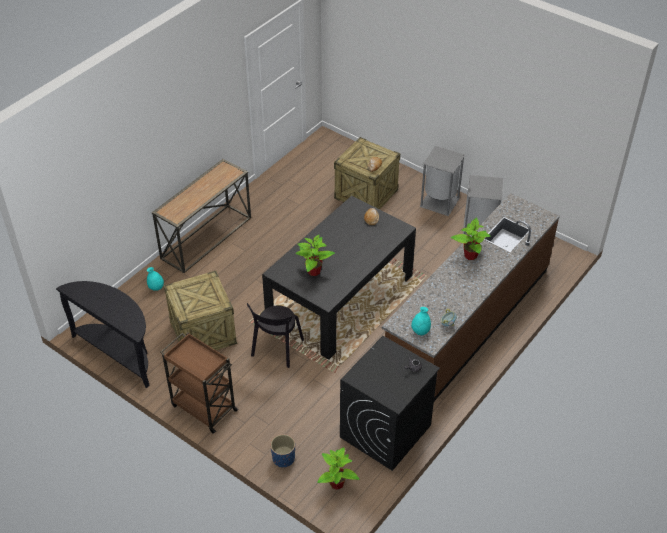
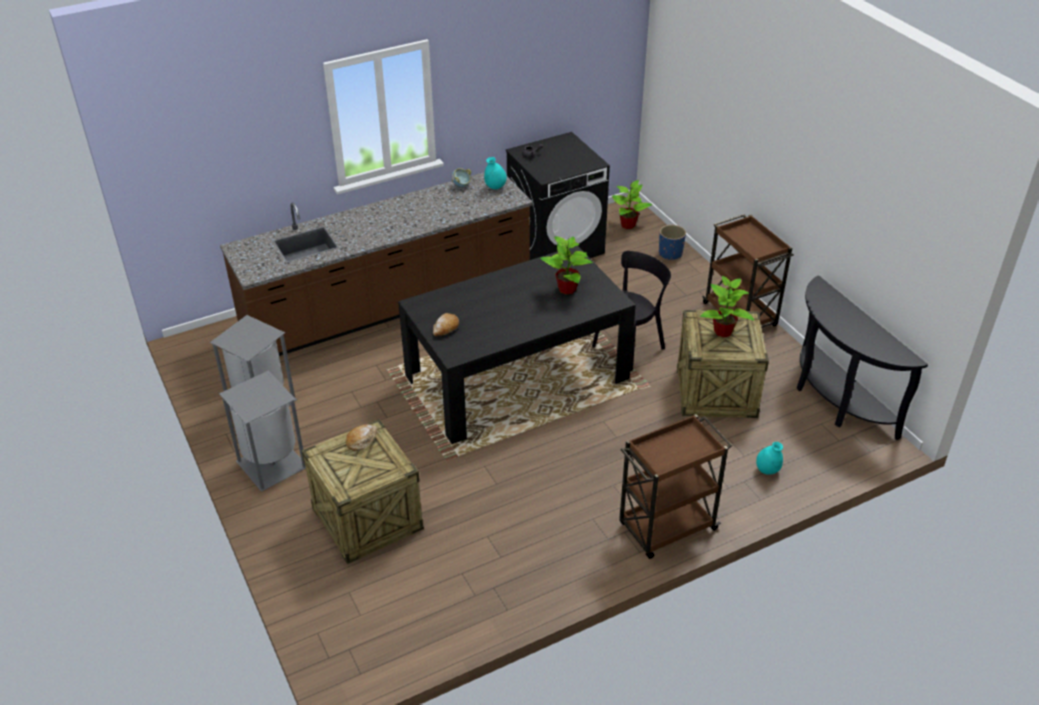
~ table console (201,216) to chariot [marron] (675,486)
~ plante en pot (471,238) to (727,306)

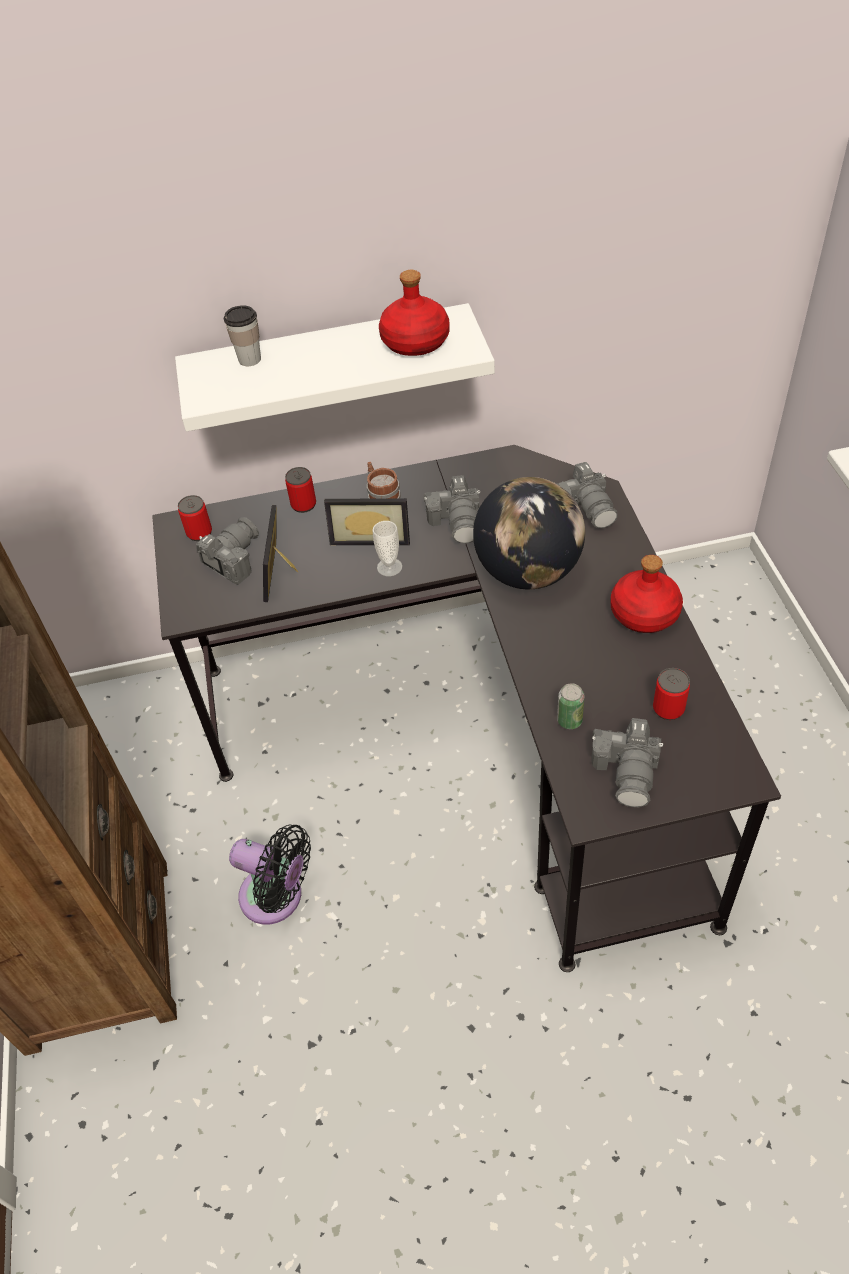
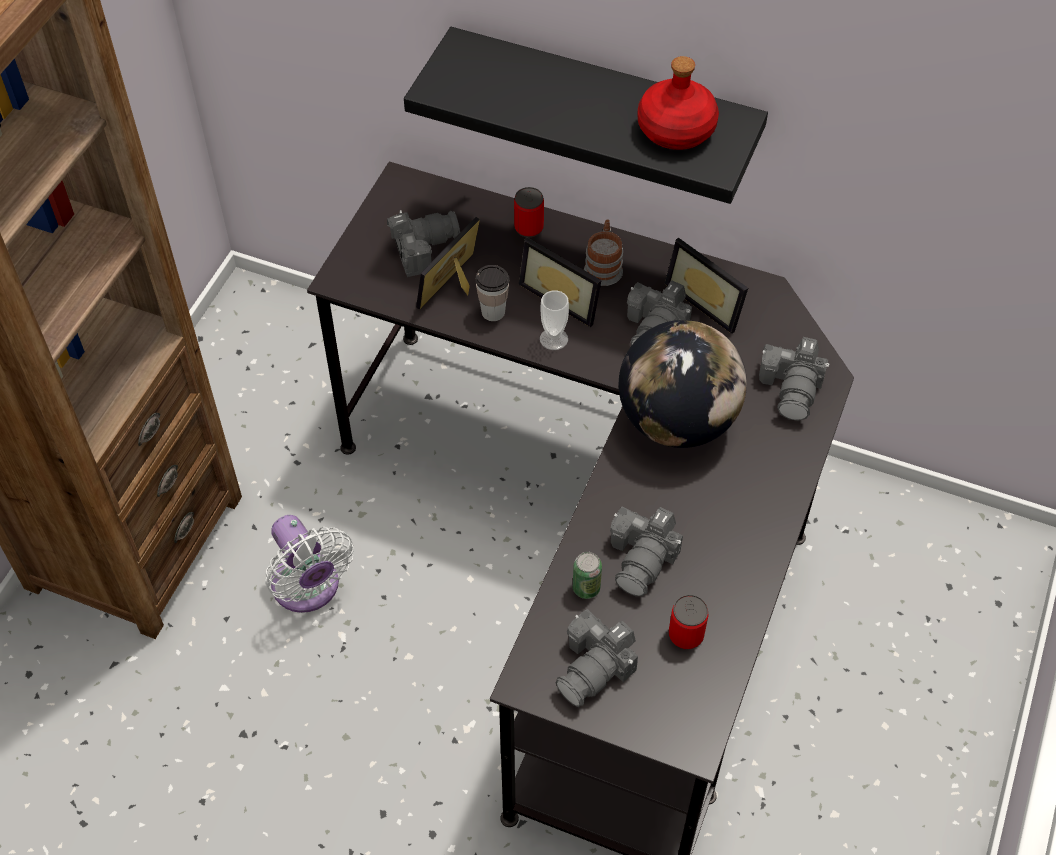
~ étagère [blanc] (335,367) to étagère [noir] (586,115)
~ tasse (242,335) to (492,293)
- boîte métallique (195,518)
- bouteille [rouge] (647,594)
~ ventilateur [noir] (270,874) to ventilateur [blanc] (310,564)
+ cadre photo (706,286)
+ appareil photo (646,551)

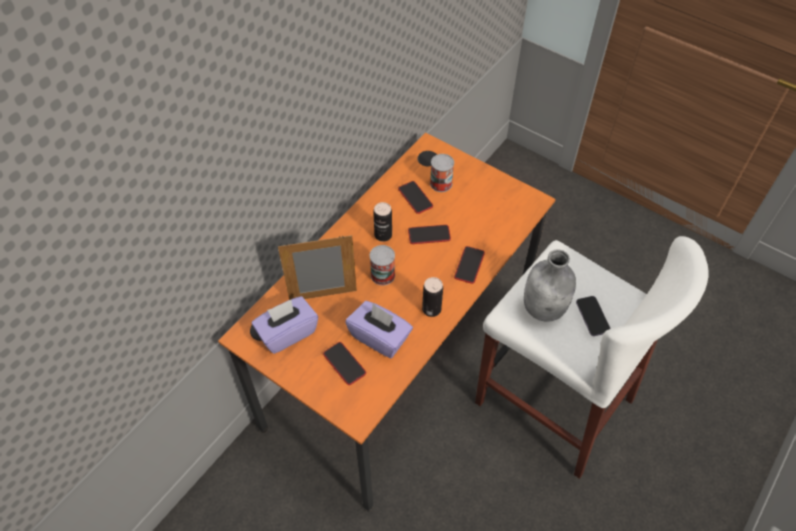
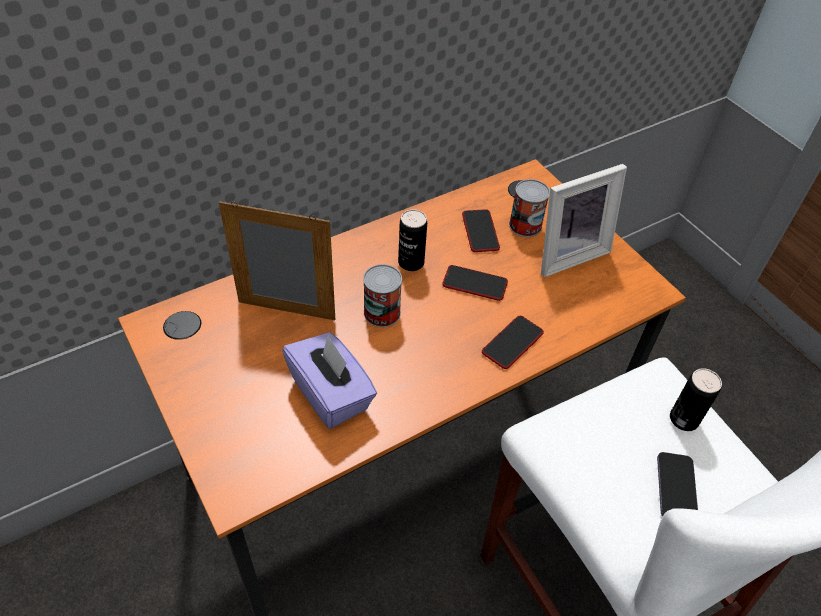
- bouteille [gris] (550,285)
~ boîte métallique (432,297) to (696,399)
- boîte à mouchoirs [violet] (285,325)
- téléphone (344,363)
+ cadre photo (584,220)

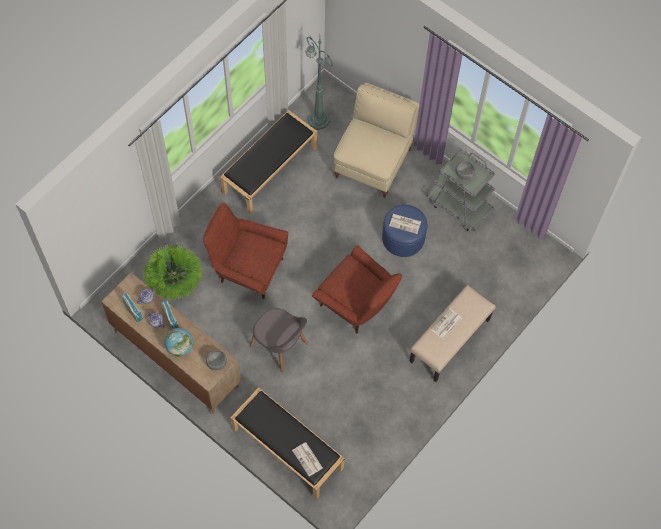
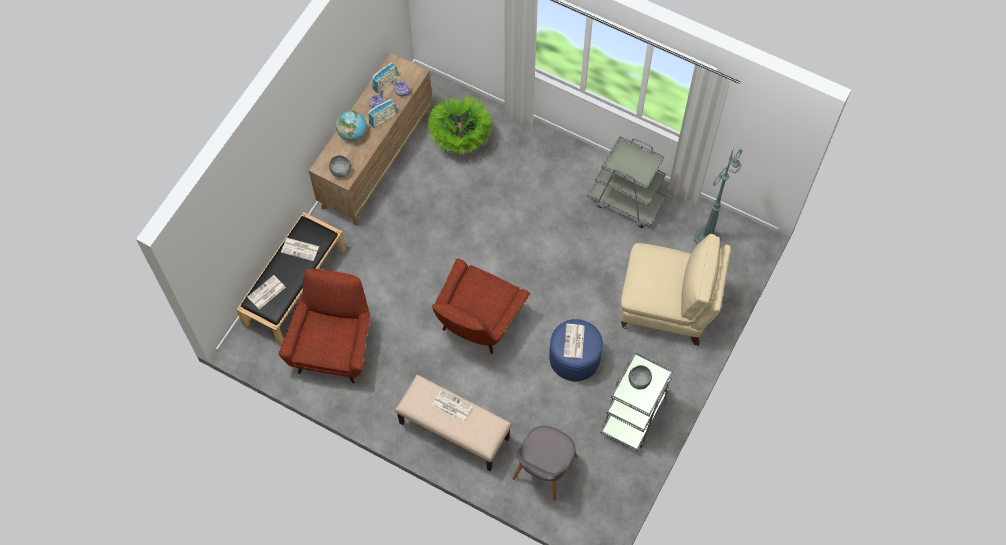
~ banc [noir] (268,162) to chariot [gris] (627,182)
~ fauteuil [rouge] (245,251) to (324,326)
~ chaise [gris] (279,340) to (545,463)
+ journal (300,249)

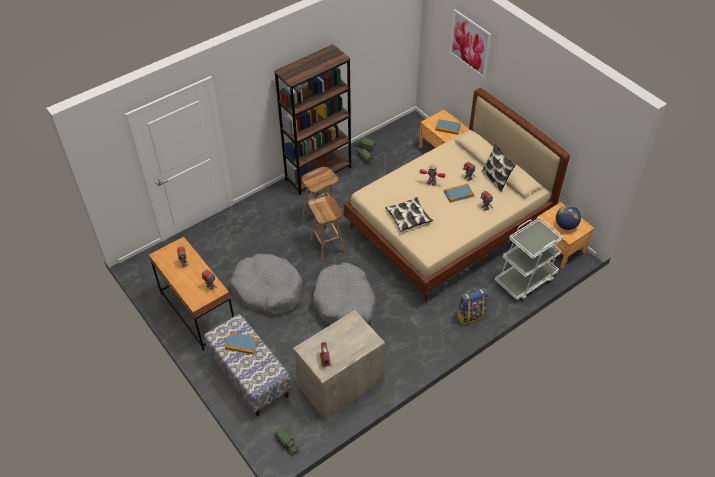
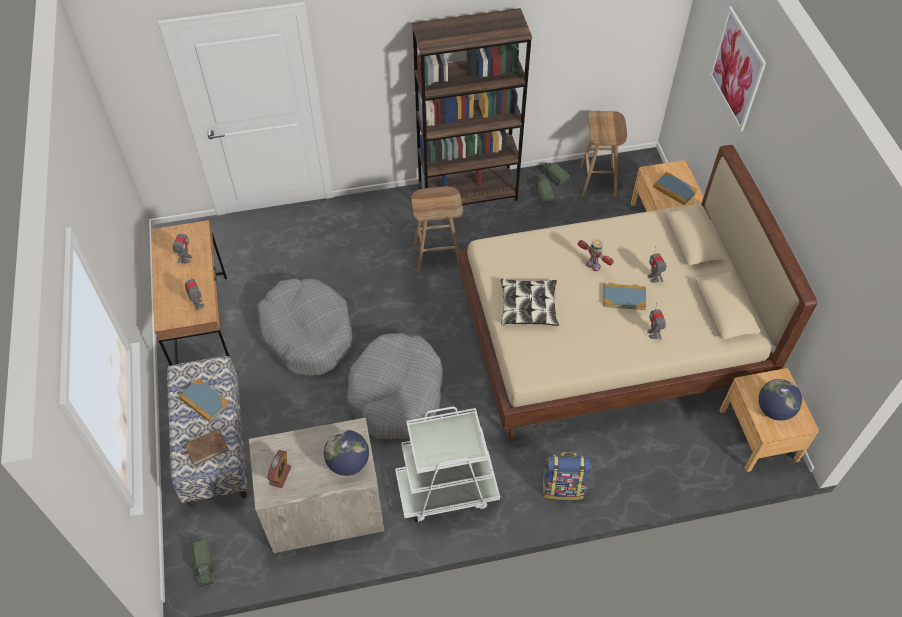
- coussin (499,168)
~ tabouret [marron] (326,228) to (603,154)
~ chariot [blanc] (529,259) to (447,464)
+ livre [marron] (204,447)
+ globe (346,453)

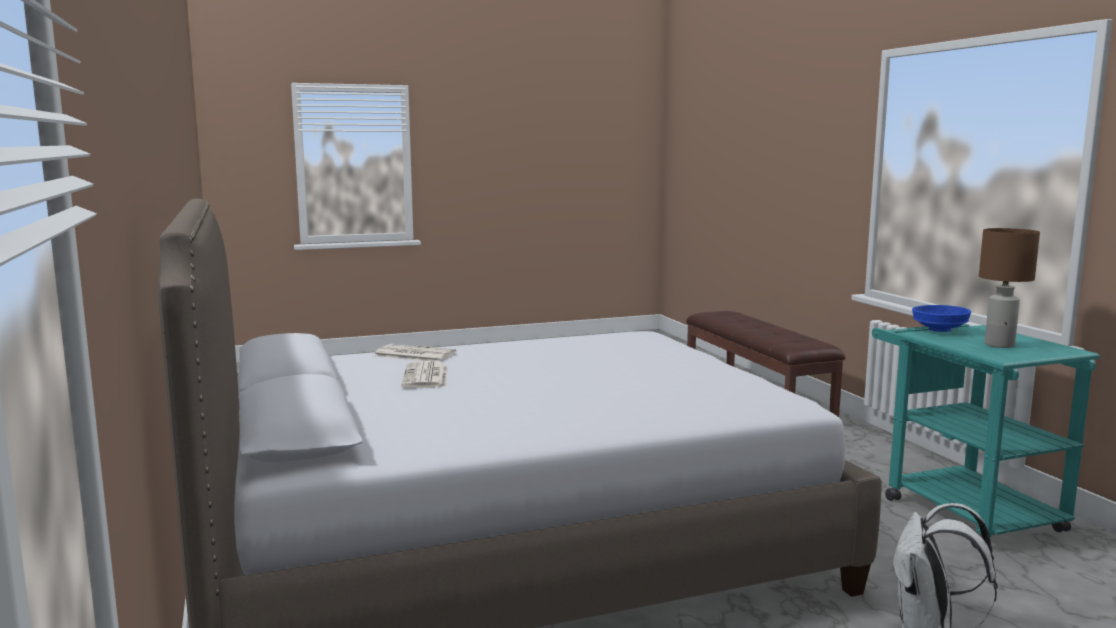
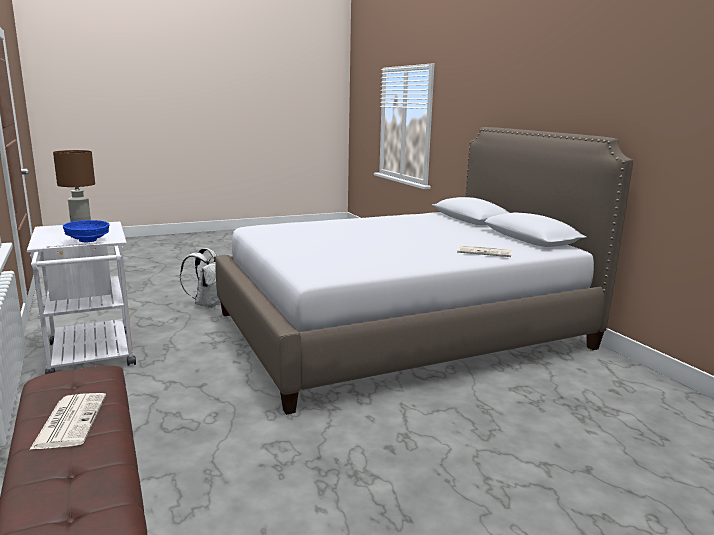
~ chariot [turquoise] (986,436) to chariot [blanc] (81,298)
~ journal (424,374) to (67,421)

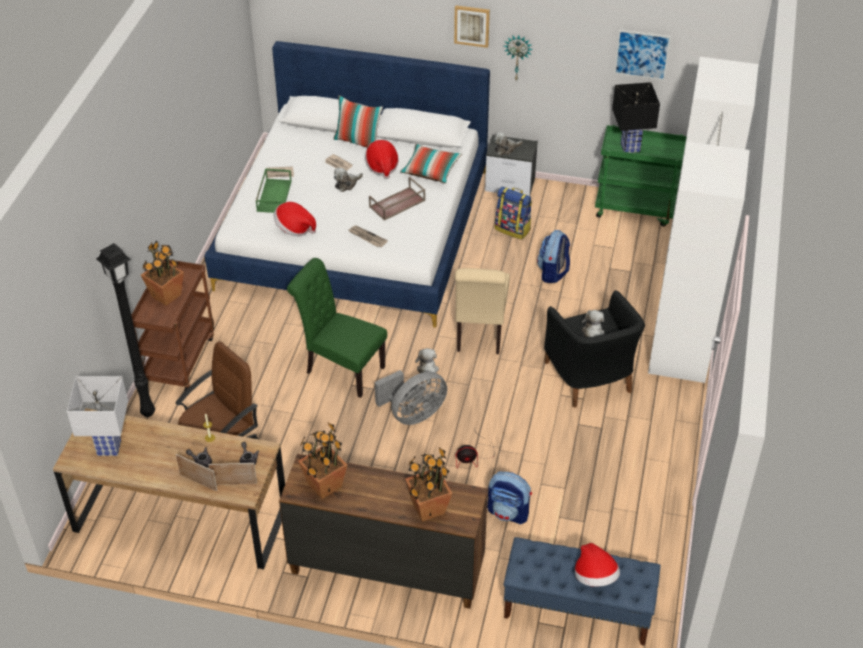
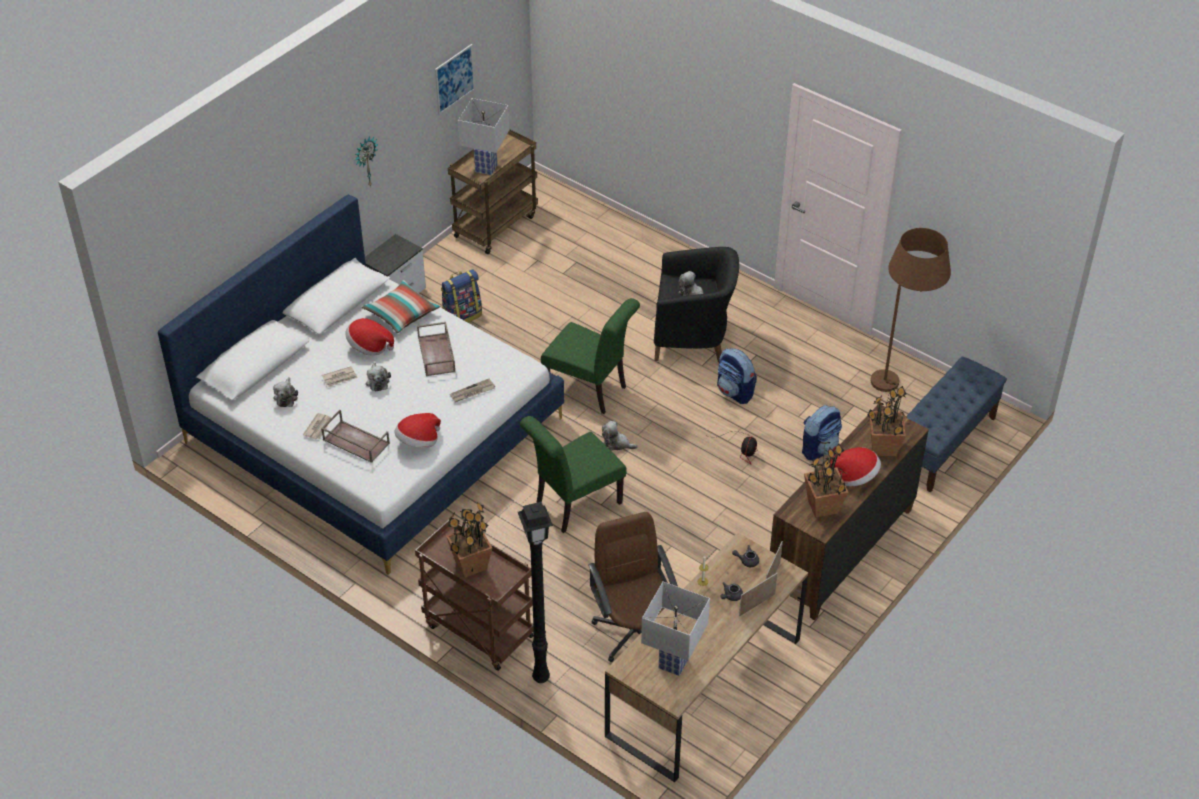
- tableau (472,26)
- armoire [blanc] (703,220)
~ lampe de table [noir] (636,117) to lampe de table [blanc] (483,136)
- coussin (358,121)
~ chariot [vert] (641,176) to chariot [marron] (493,191)
~ peluche (508,143) to (285,392)
~ plateau [vert] (274,190) to plateau [marron] (355,436)
~ sac à dos (553,256) to (737,376)
~ chaise [beige] (482,311) to chaise [vert] (590,356)
- ventilateur [gris] (411,397)
~ chapeau (597,565) to (855,467)
+ lampadaire [marron] (911,310)

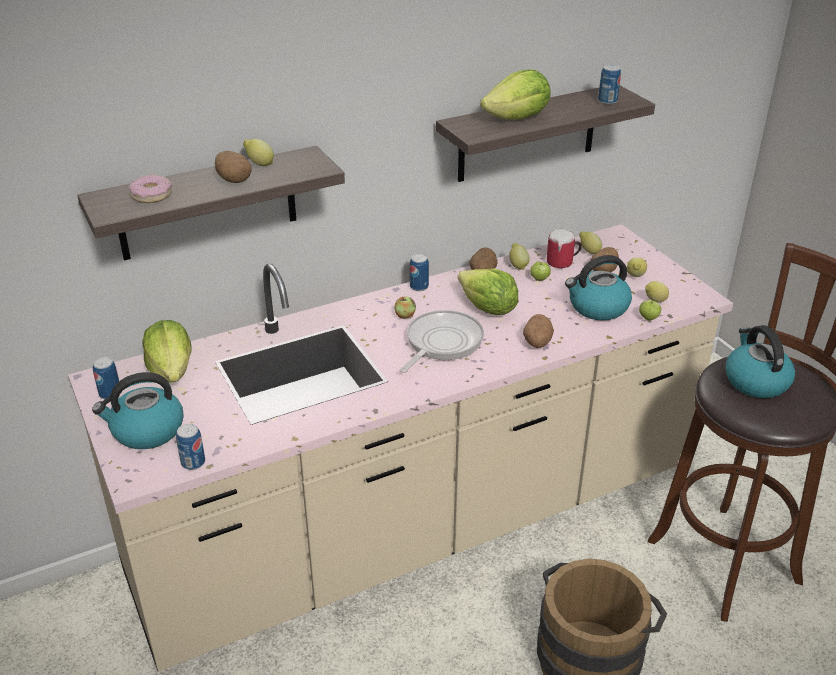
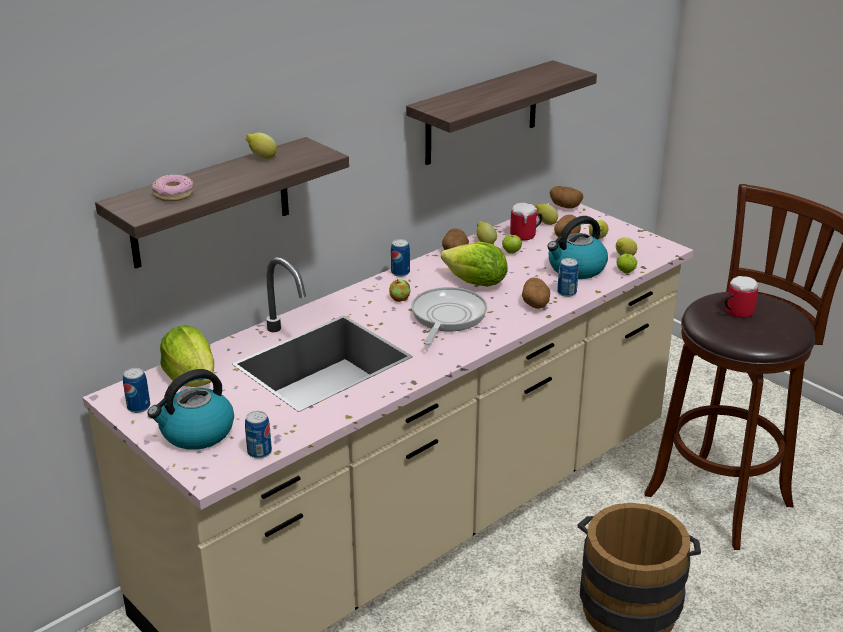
~ boîte métallique (609,85) to (568,277)
- laitue (515,95)
~ pomme de terre (233,167) to (566,197)
~ bouilloire (760,361) to mug (741,297)

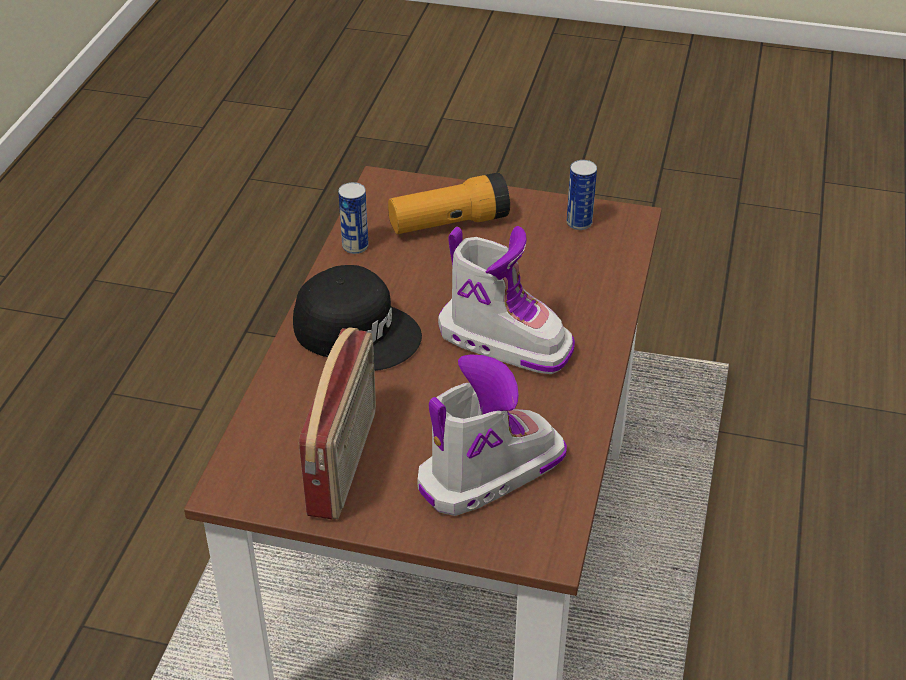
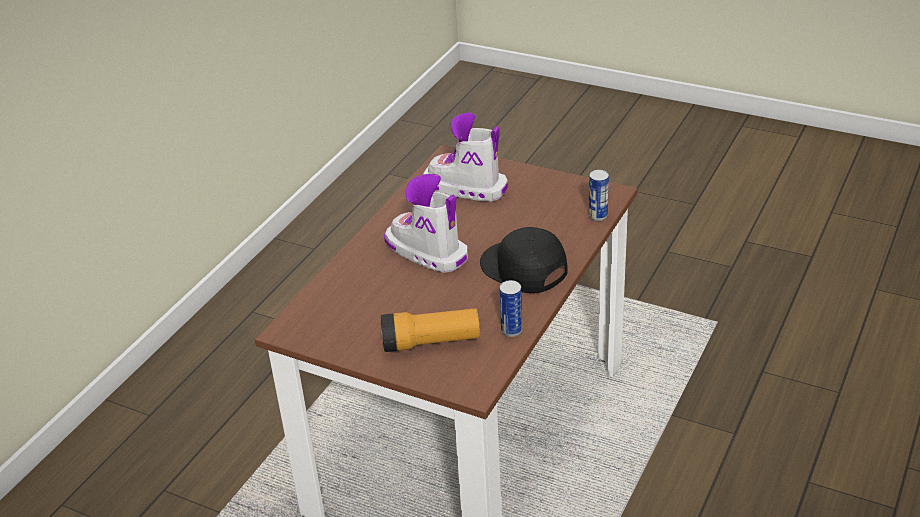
~ boîte métallique (582,195) to (599,195)
- radio (337,423)
~ botte (492,435) = (465,157) 45 degrees clockwise

